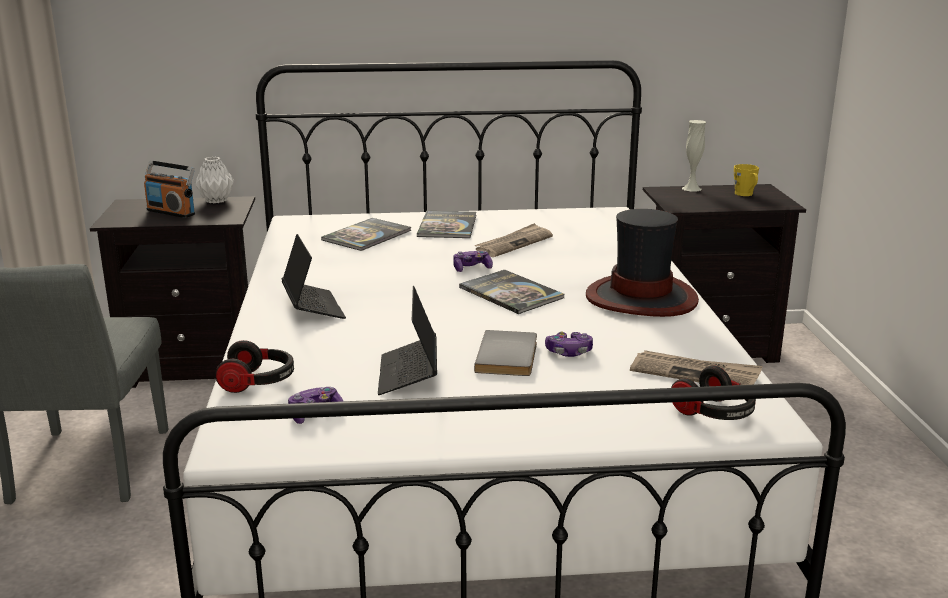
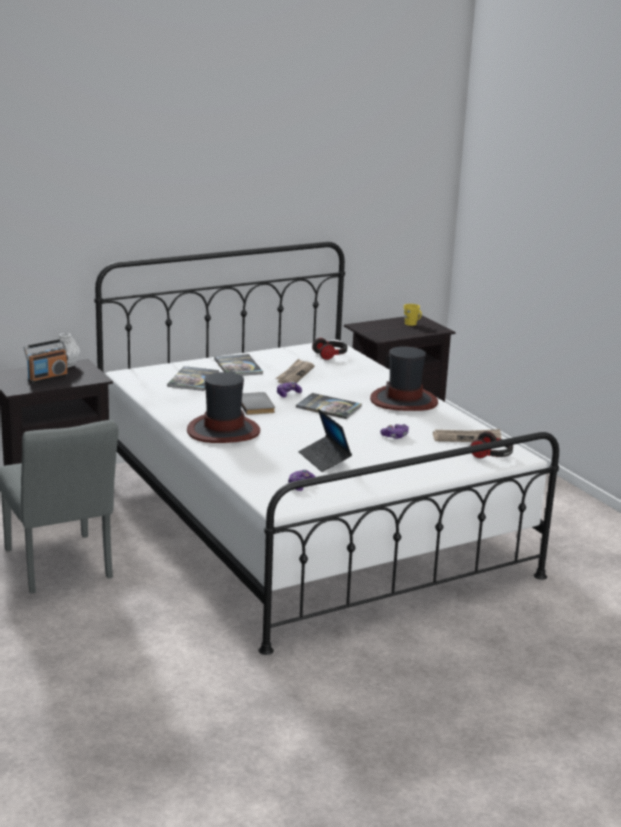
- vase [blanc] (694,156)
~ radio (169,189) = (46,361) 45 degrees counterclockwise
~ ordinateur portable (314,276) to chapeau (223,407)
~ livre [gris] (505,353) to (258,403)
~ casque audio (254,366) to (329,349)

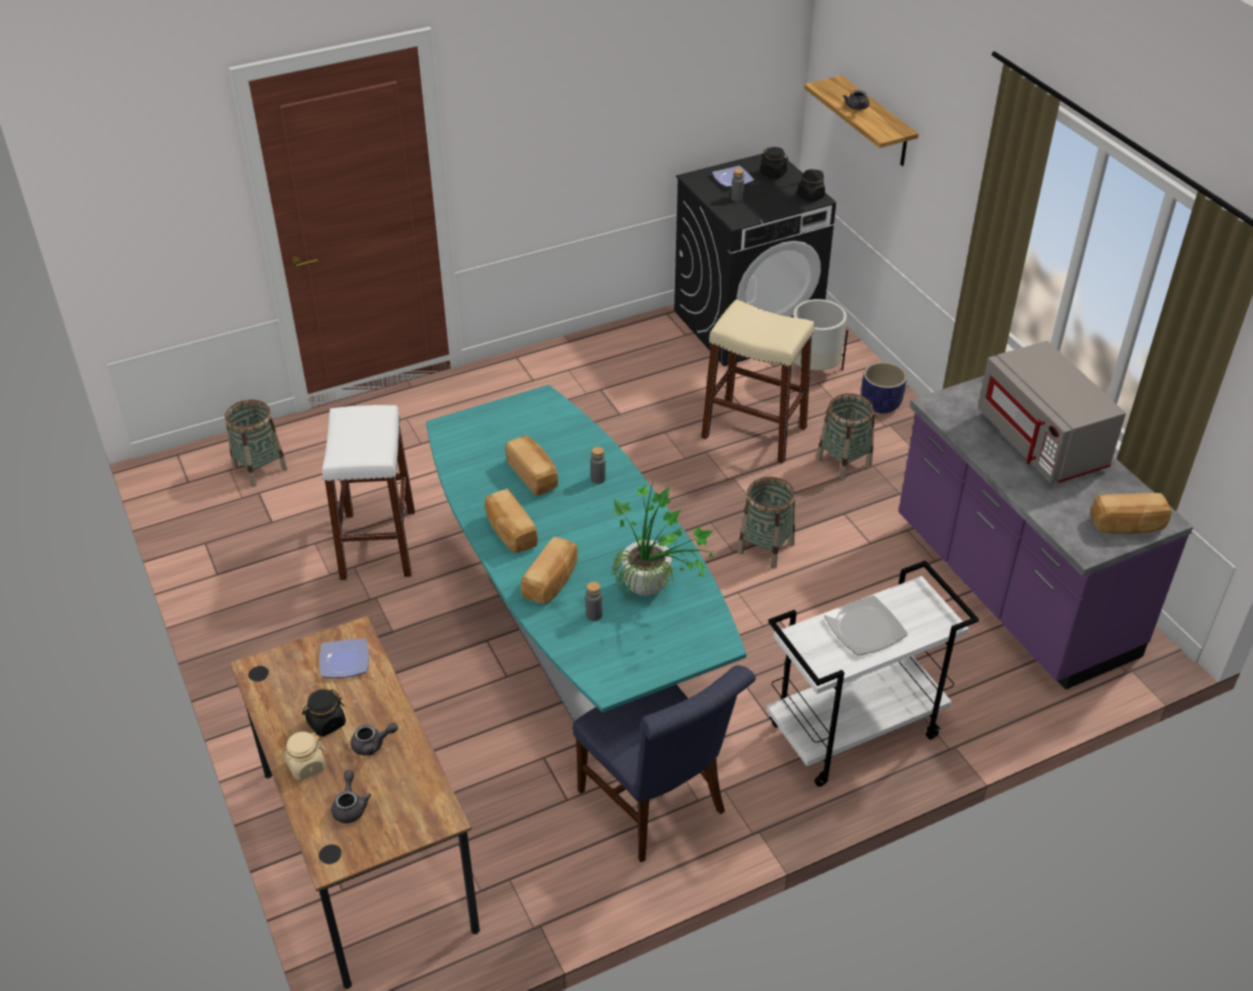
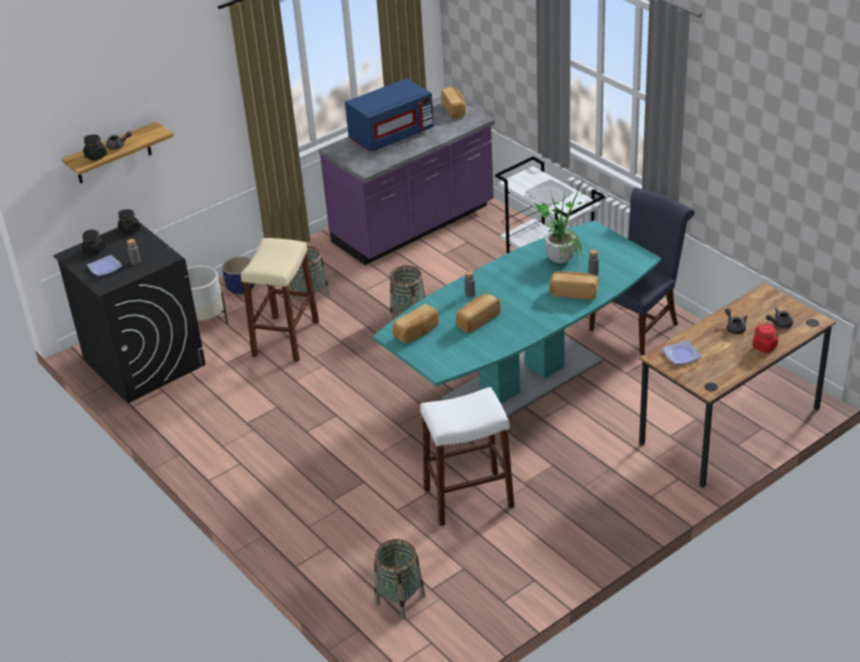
~ micro-ondes [gris] (1052,412) to micro-ondes [bleu] (389,115)
~ pain (511,520) to (415,323)
~ bocal [noir] (324,713) to (95,147)
~ bocal [beige] (303,756) to bocal [rouge] (766,338)

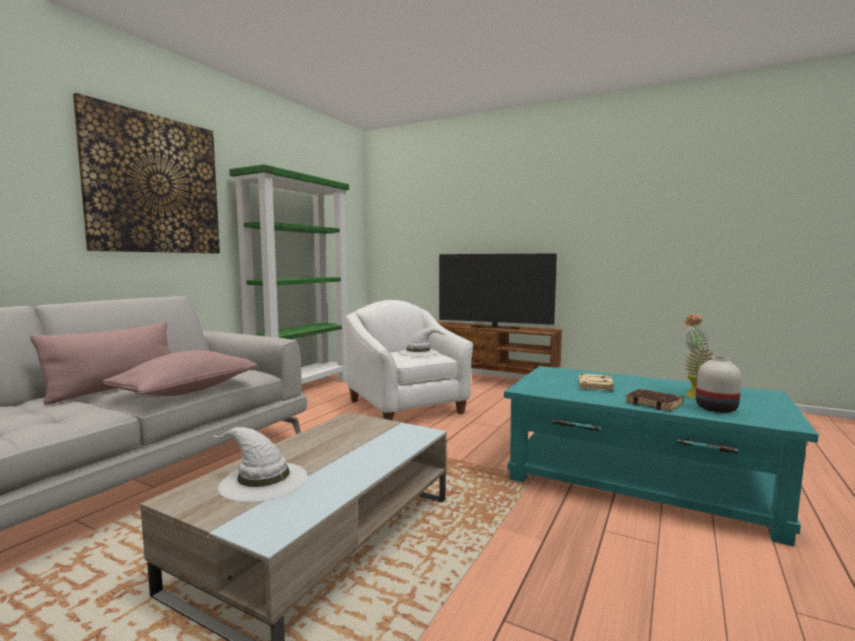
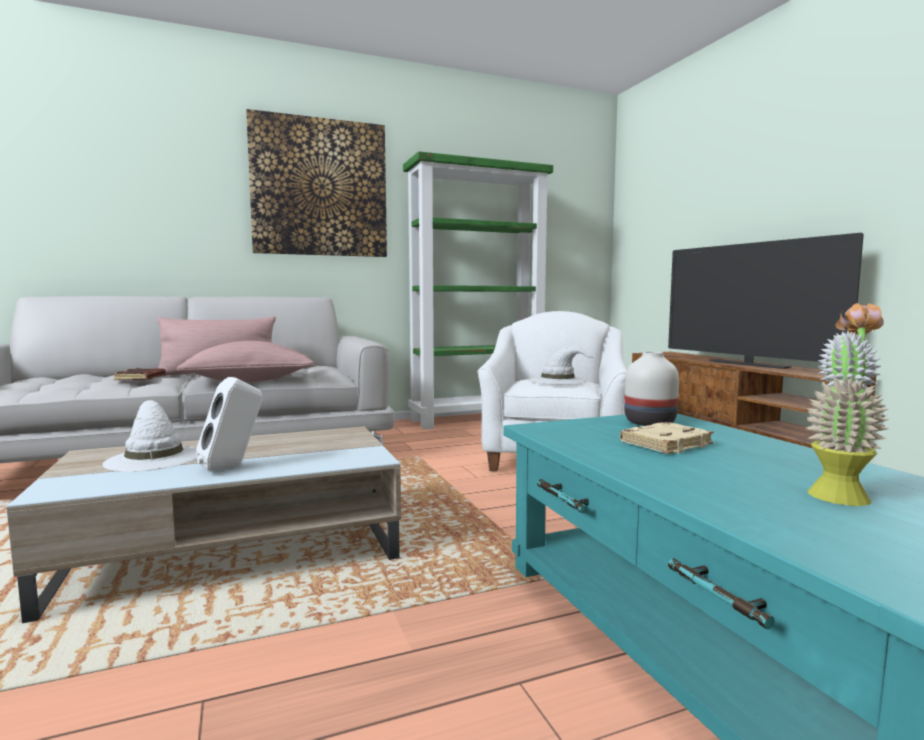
~ vase [blanc] (719,384) to (651,389)
~ livre [marron] (654,400) to (139,374)
+ enceinte [blanc] (229,423)

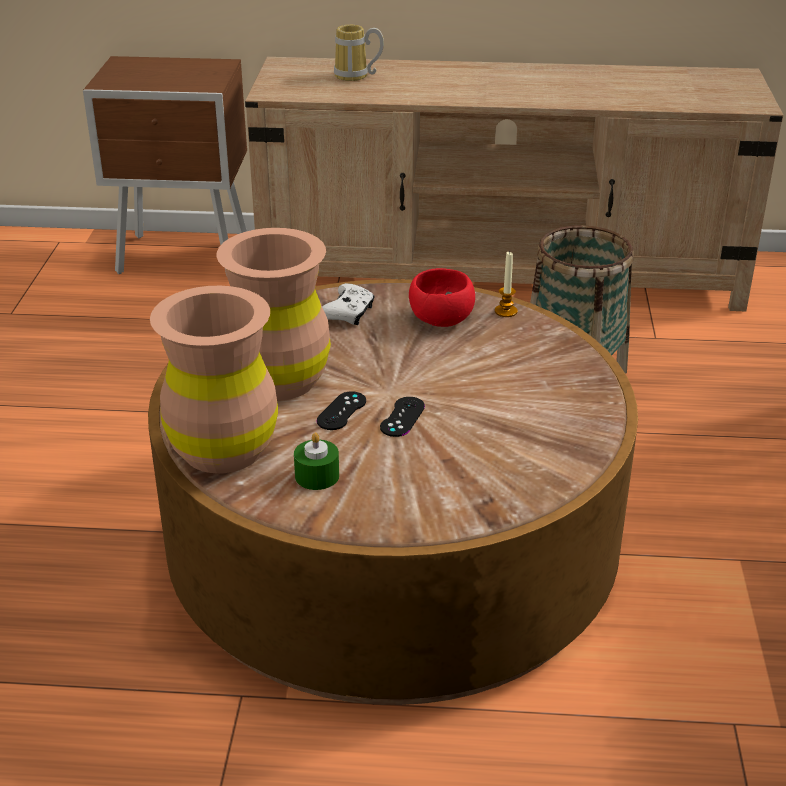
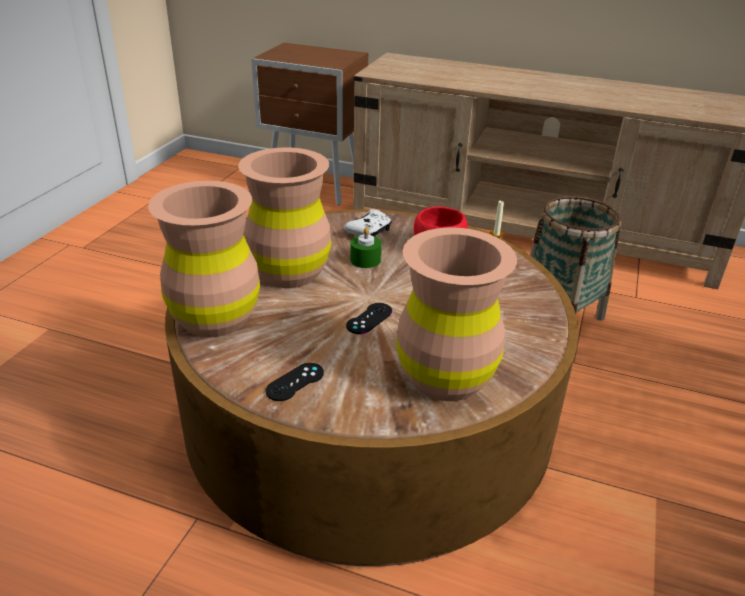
- mug (359,53)
~ manette [noir] (341,410) to (294,382)
~ bougie [vert] (316,461) to (366,247)
+ vase [marron] (456,314)

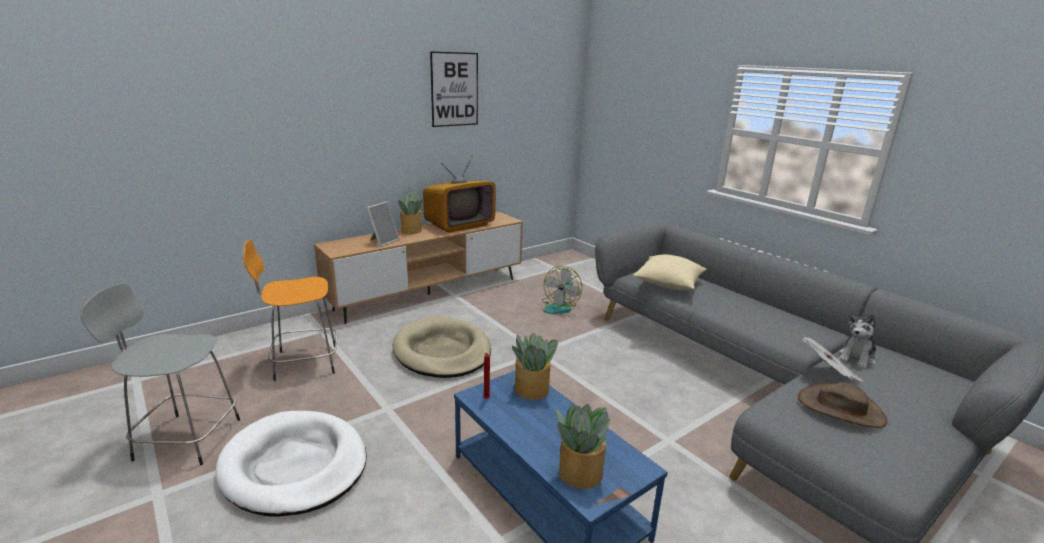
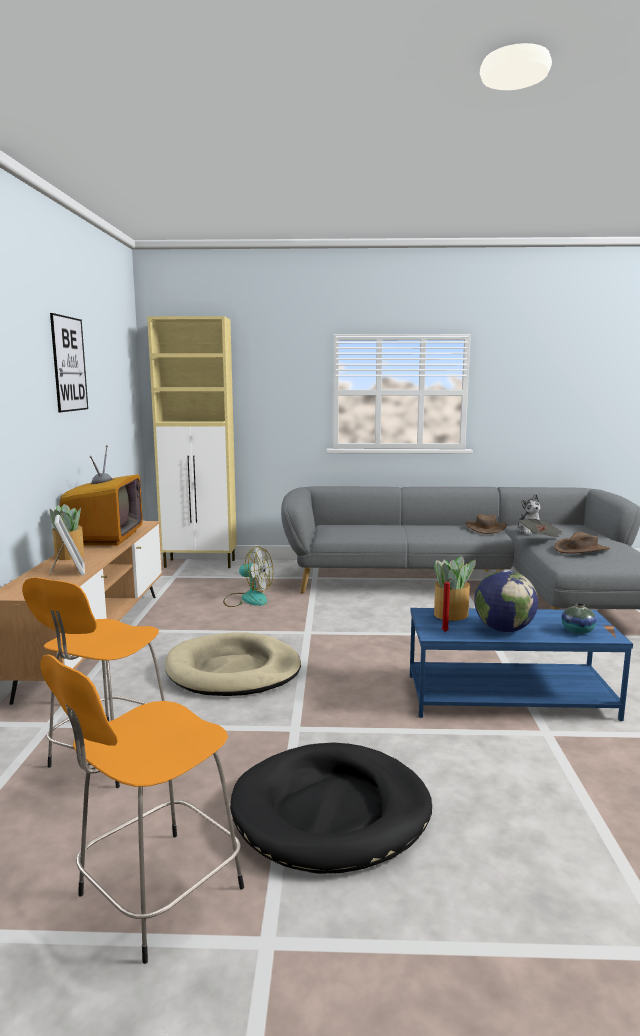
- coussin [beige] (670,272)
~ ventilateur (562,290) = (248,576) 45 degrees counterclockwise
~ tabouret [gris] (160,374) to tabouret [orange] (142,809)
~ plante en pot (583,446) to vase (579,618)
~ panier pour chien [blanc] (291,464) to panier pour chien [noir] (331,808)
+ meuble de rangement [beige] (192,442)
+ chapeau [marron] (486,524)
+ globe (506,601)

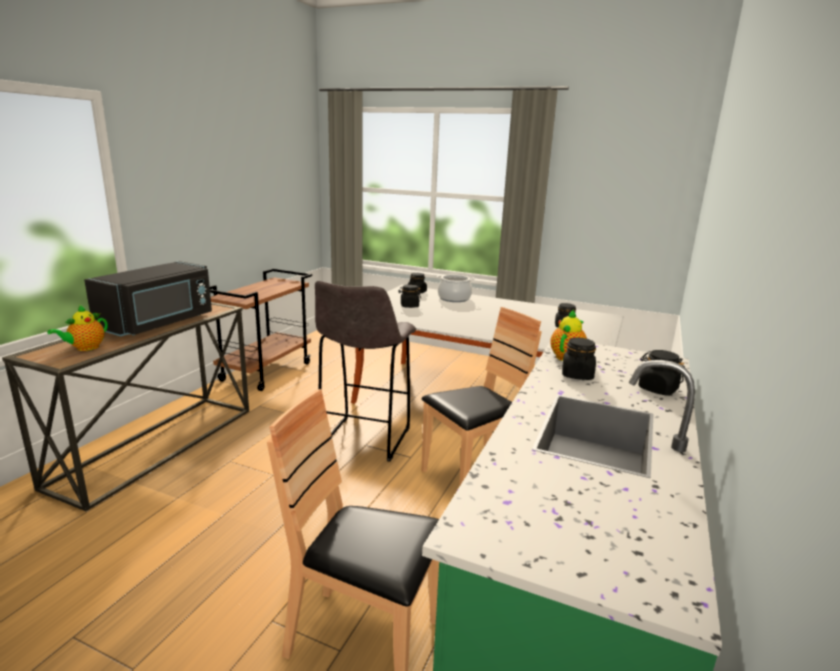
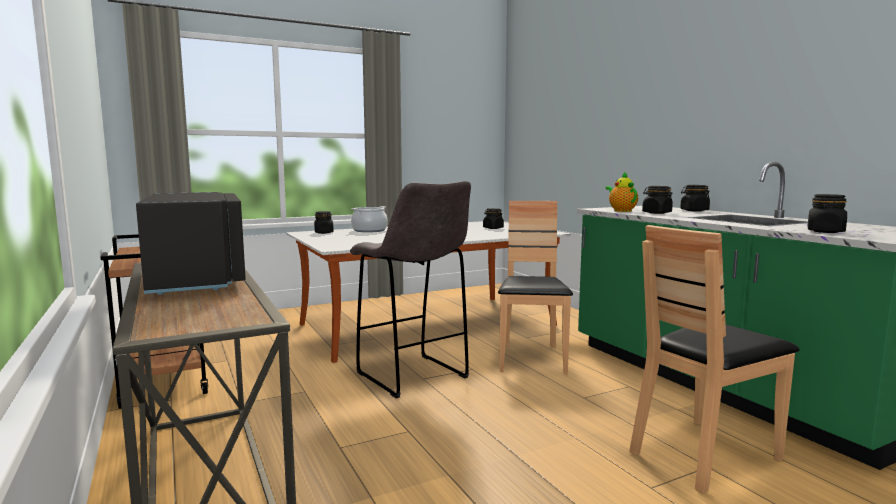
~ bocal [noir] (409,296) to (827,213)
- théière (77,328)

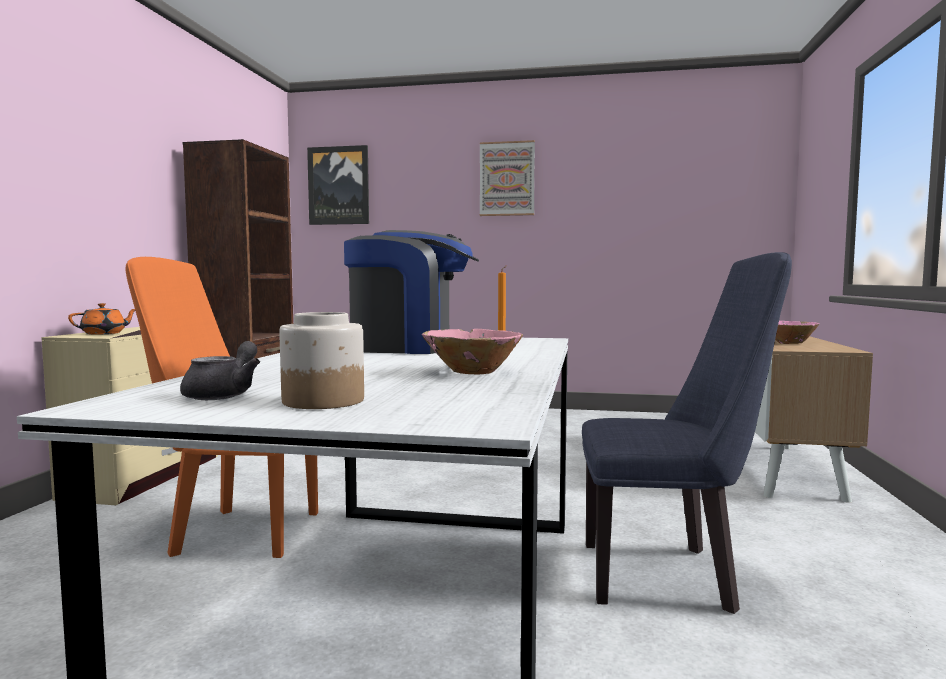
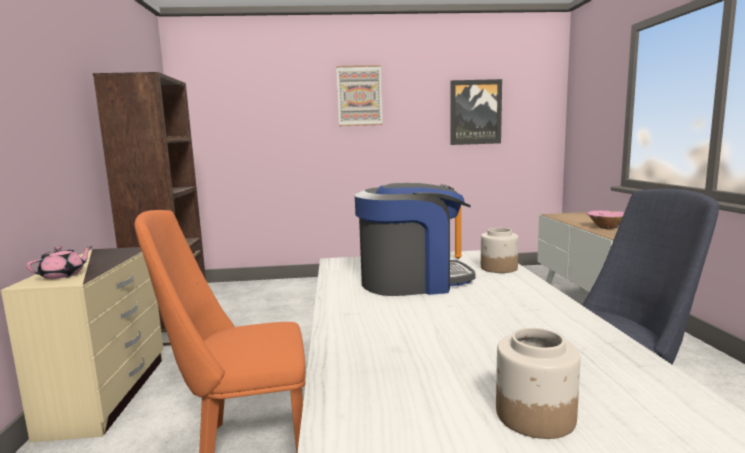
~ tableau (338,185) to (476,112)
~ théière [orange] (101,319) to théière [rose] (59,262)
- bol [rose] (472,351)
- théière [gris] (220,370)
+ bocal (500,250)

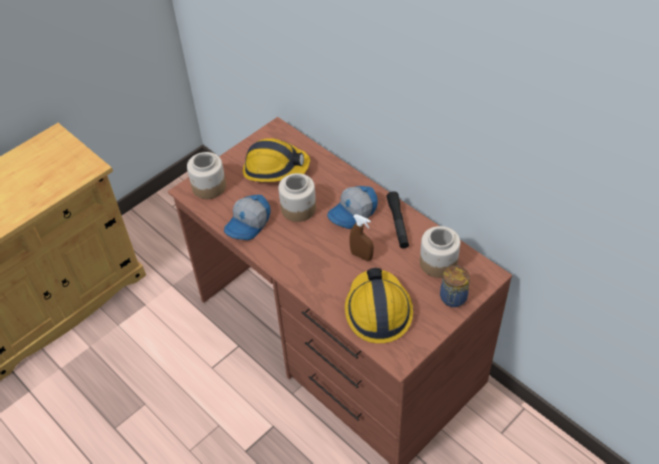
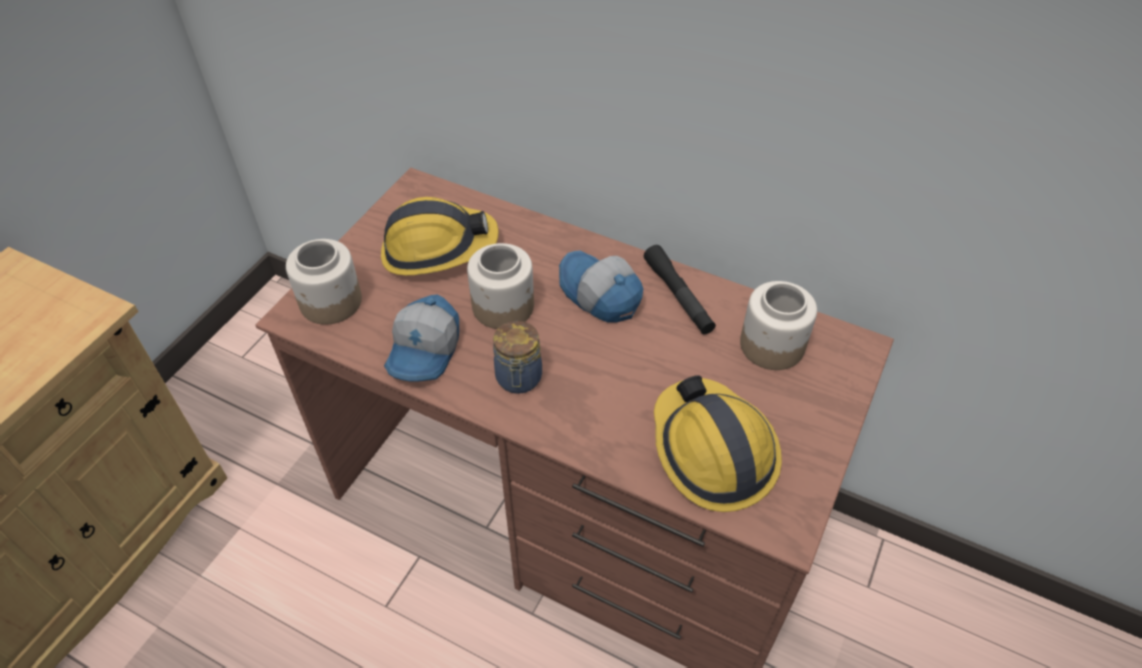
~ casquette (352,207) = (601,286) 105 degrees clockwise
- vaporisateur [marron] (361,237)
~ bocal (455,286) to (517,357)

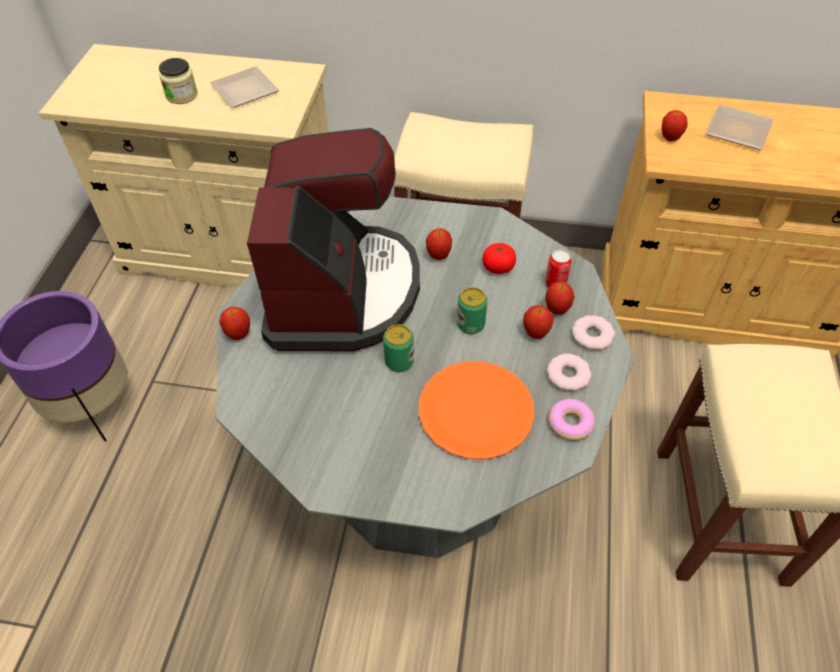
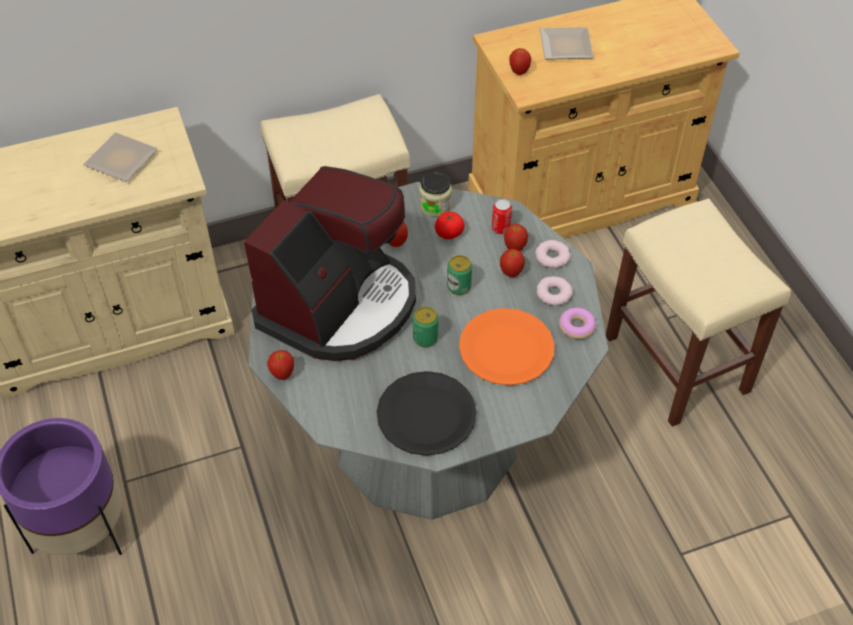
~ bocal (178,81) to (435,194)
~ machine à café (333,239) = (330,263) 60 degrees clockwise
+ assiette [noir] (427,413)

